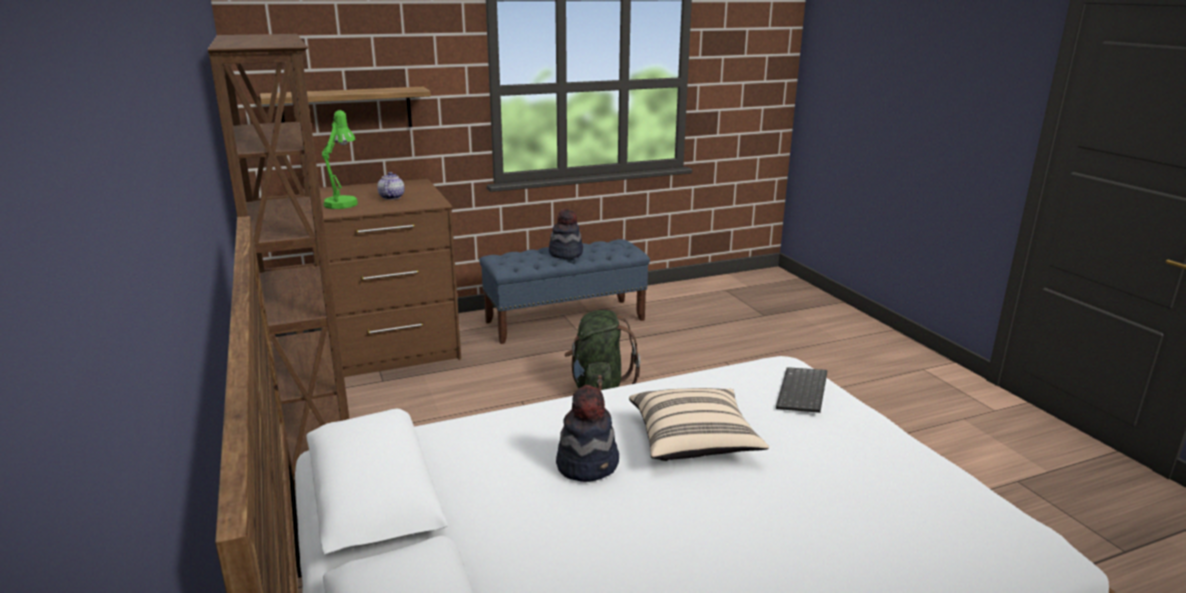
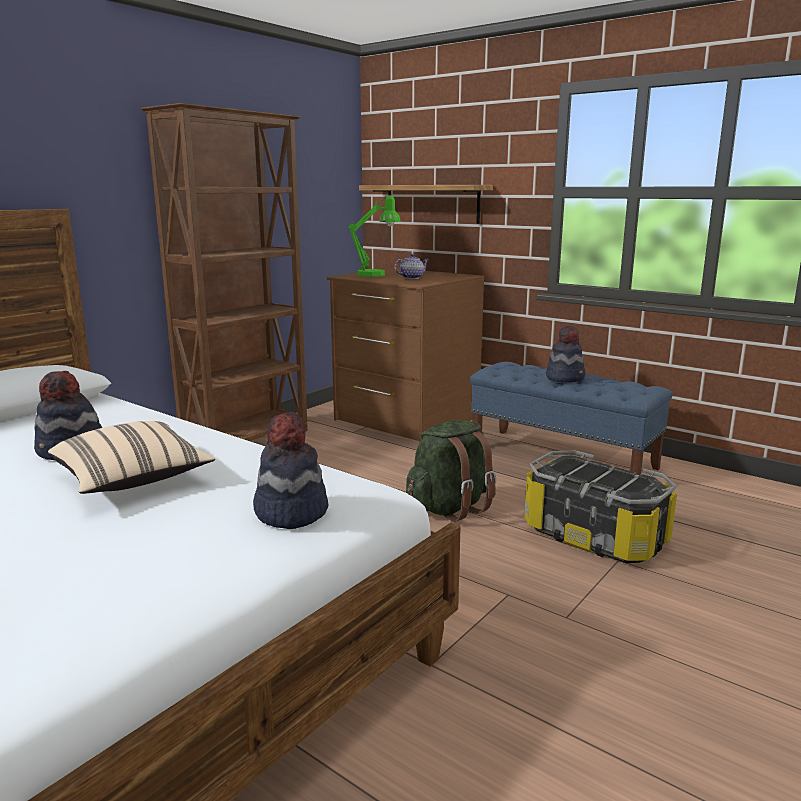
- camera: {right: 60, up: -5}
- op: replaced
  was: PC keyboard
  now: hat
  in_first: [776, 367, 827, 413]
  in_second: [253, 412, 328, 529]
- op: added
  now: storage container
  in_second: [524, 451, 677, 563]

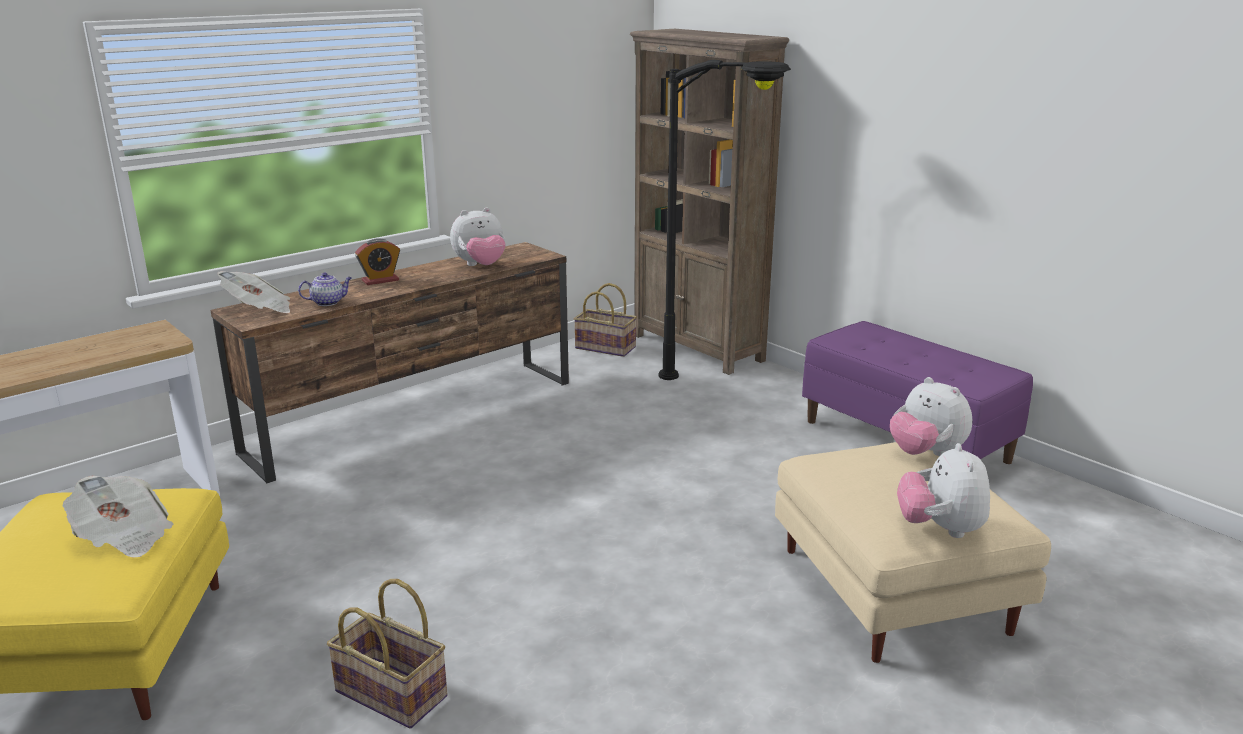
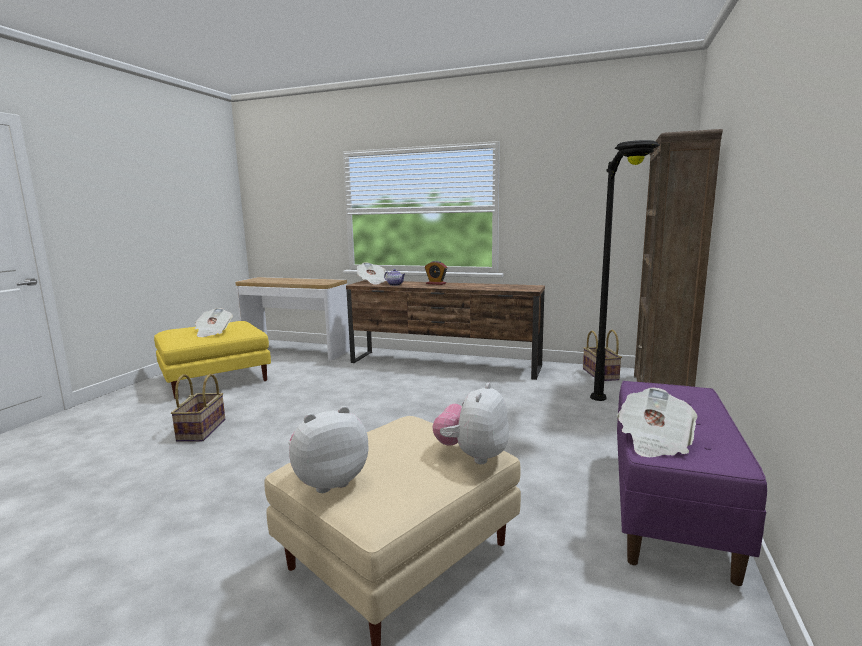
- camera: {right: 60, up: -10}
- op: added
  now: printed paper
  in_second: [617, 388, 698, 457]
- op: removed
  was: cuddly toy
  in_first: [450, 208, 506, 266]

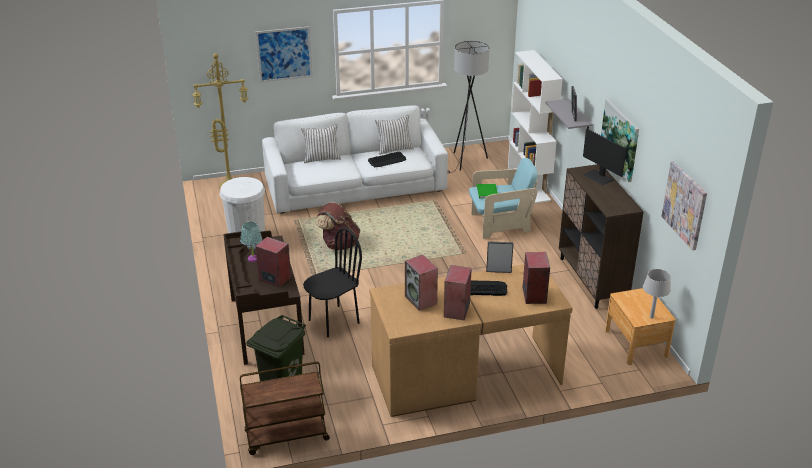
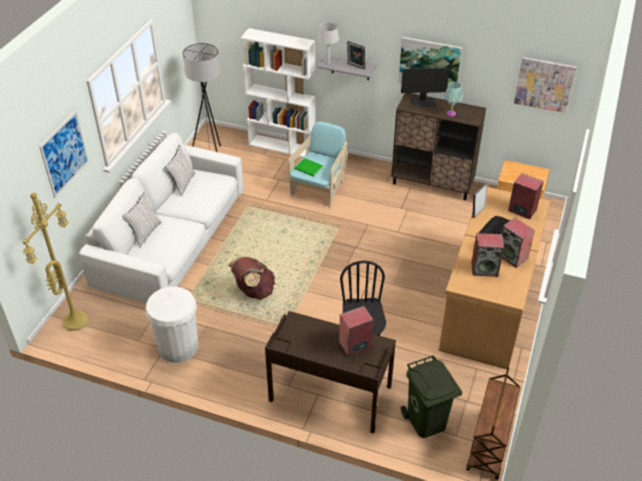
- camera: {right: -55, up: 10}
- op: moved
  was: tabletop lamp/gray
  in_first: [643, 269, 671, 319]
  in_second: [318, 22, 339, 64]
- op: moved
  was: tabletop lamp/turquoise-coloured
  in_first: [240, 221, 262, 262]
  in_second: [444, 82, 463, 116]
- op: removed
  was: PC keyboard
  in_first: [368, 152, 406, 167]

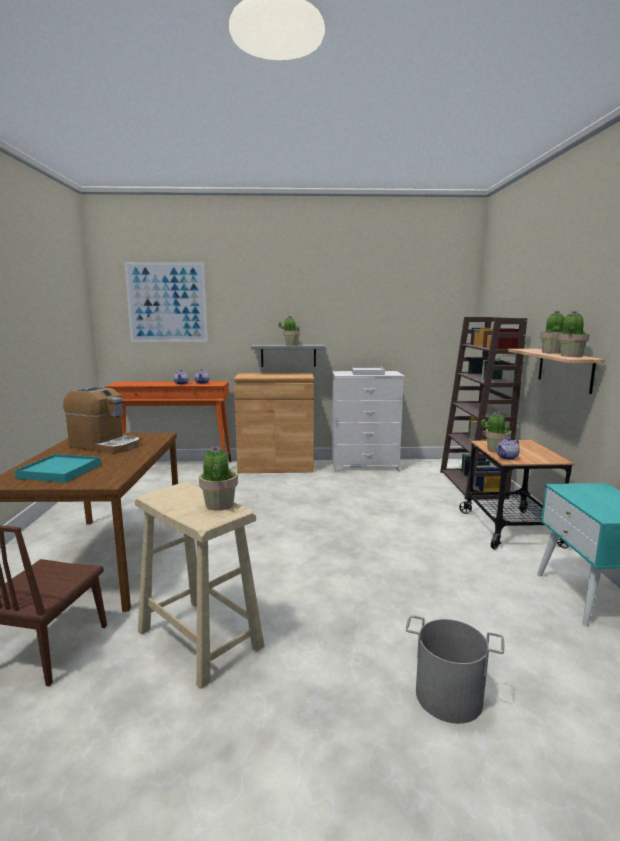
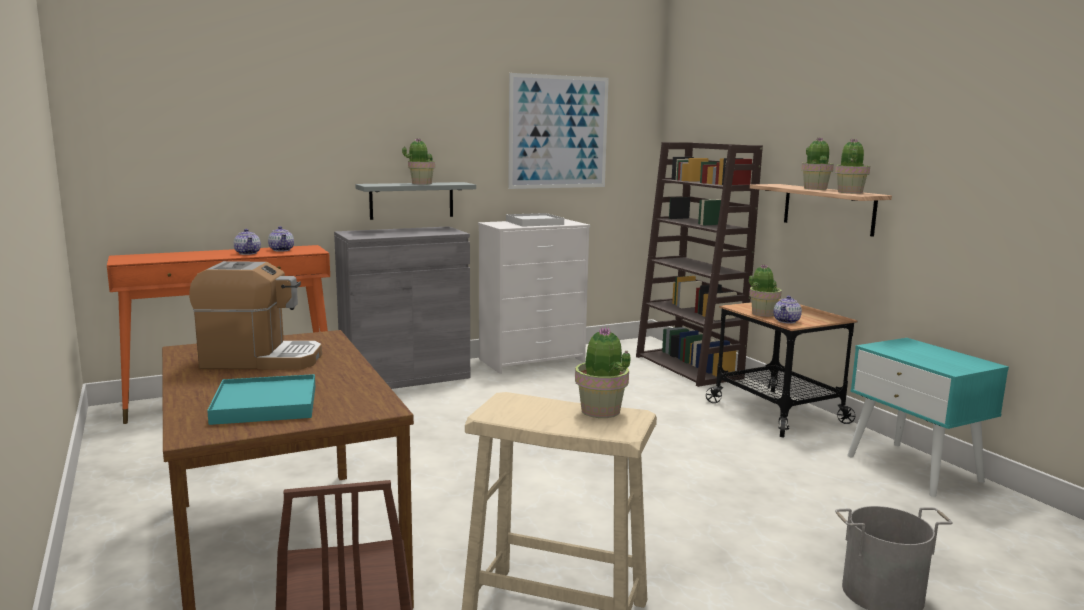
- camera: {right: -25, up: 0}
- op: recoloured
  was: storage cabinet/brownish
  now: storage cabinet/gray
  in_first: [234, 373, 314, 473]
  in_second: [334, 226, 470, 389]
- op: moved
  was: picture
  in_first: [124, 262, 208, 342]
  in_second: [508, 73, 609, 189]

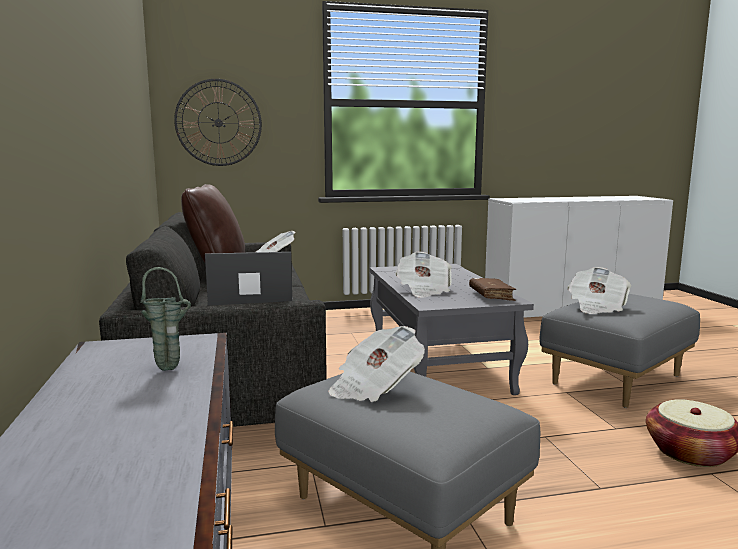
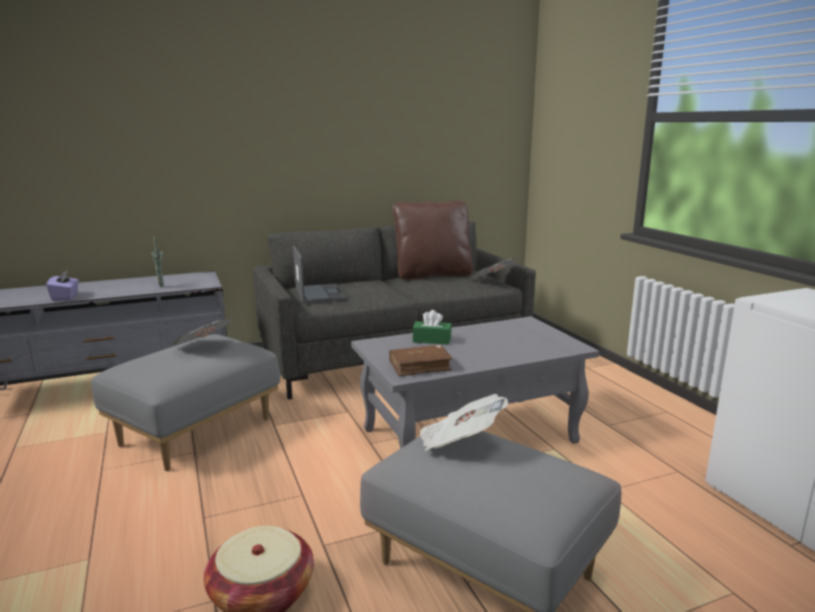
- camera: {right: 80, up: 5}
- op: added
  now: tissue box/purple-coloured
  in_second: [46, 270, 79, 301]
- op: replaced
  was: printed paper
  now: tissue box/greenish
  in_first: [396, 252, 452, 297]
  in_second: [412, 310, 452, 345]
- op: removed
  was: wall clock
  in_first: [174, 79, 262, 166]

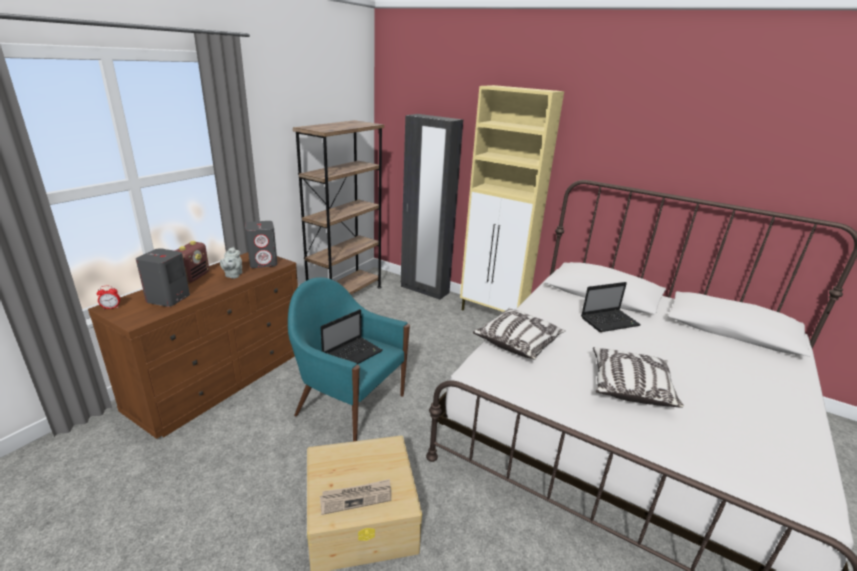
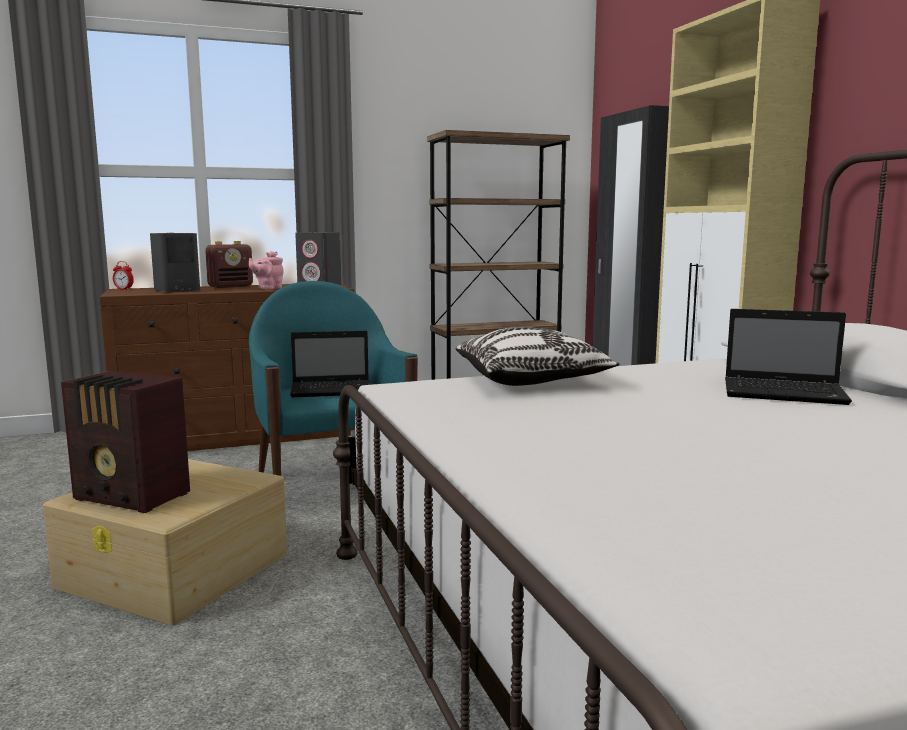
- camera: {right: 40, up: -15}
- op: replaced
  was: printed paper
  now: radio set
  in_first: [320, 479, 391, 515]
  in_second: [61, 371, 190, 513]
- op: recoloured
  was: tea pot/gray
  now: tea pot/pinkish
  in_first: [220, 247, 242, 279]
  in_second: [249, 251, 284, 289]
- op: removed
  was: throw pillow
  in_first: [593, 347, 684, 408]

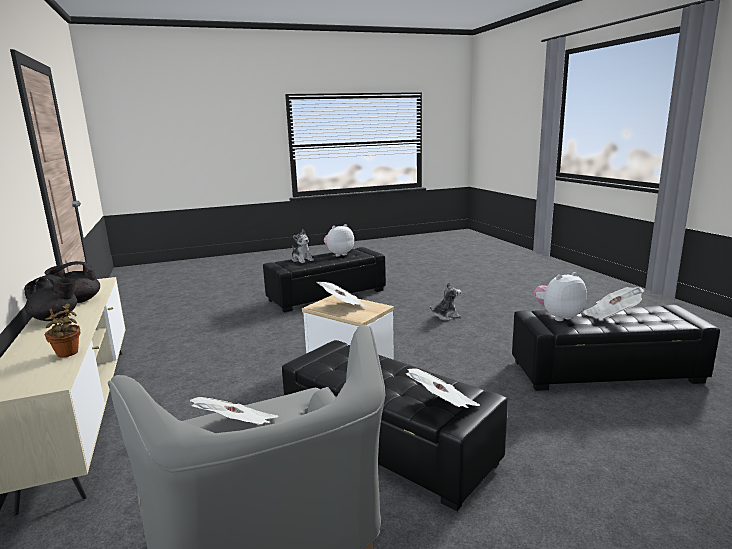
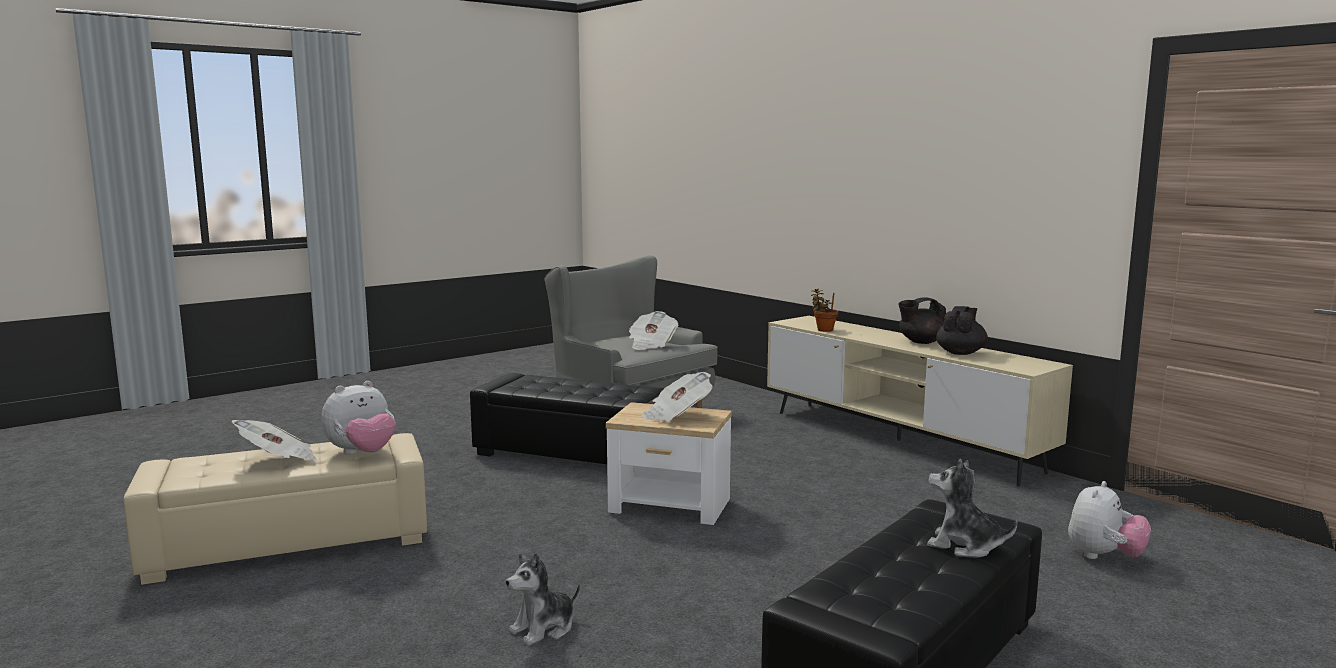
- camera: {right: 160, up: -5}
- op: recoloured
  was: pouffe/blackish
  now: pouffe/beige
  in_first: [512, 305, 720, 391]
  in_second: [123, 433, 427, 585]
- op: moved
  was: cuddly toy
  in_first: [324, 224, 354, 257]
  in_second: [1068, 481, 1151, 559]
- op: removed
  was: printed paper
  in_first: [405, 368, 480, 408]

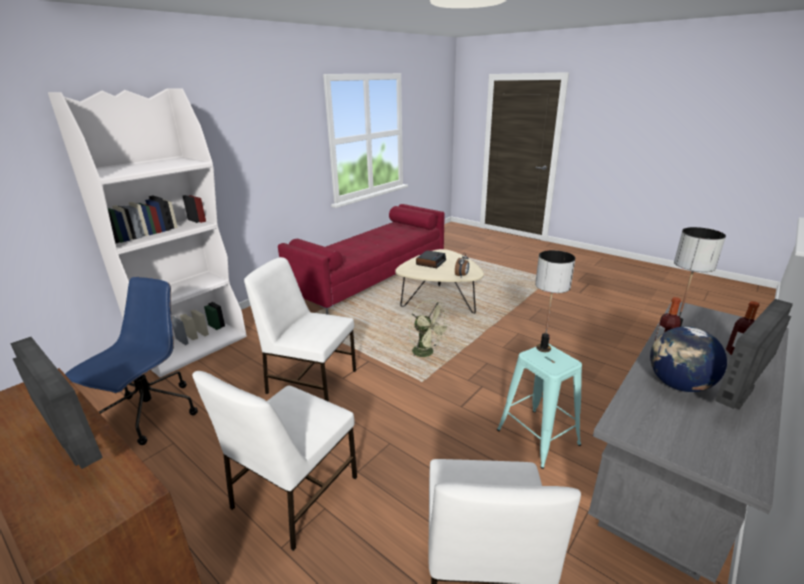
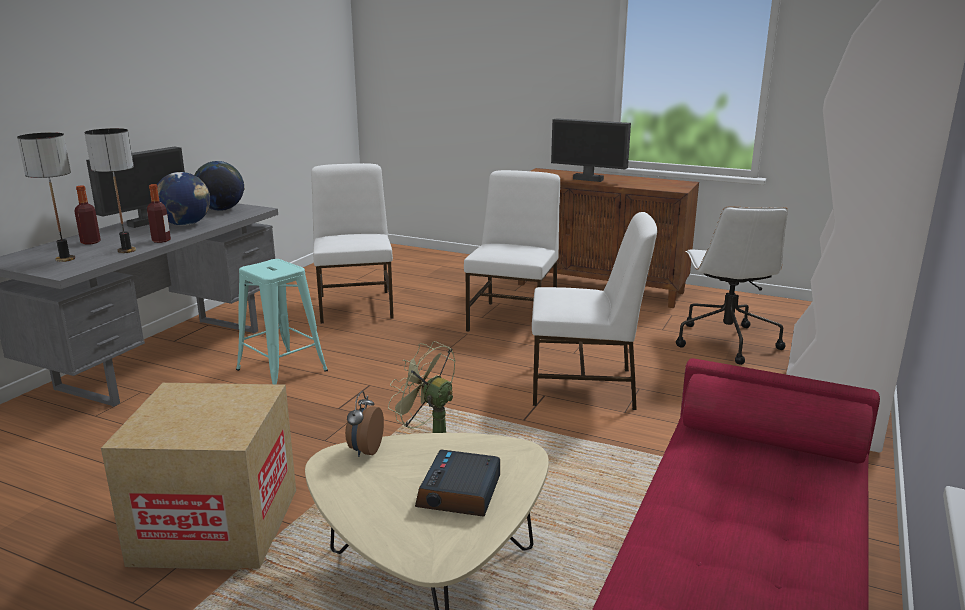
- camera: {right: 165, up: -5}
- op: moved
  was: tabletop lamp
  in_first: [535, 250, 575, 352]
  in_second: [17, 132, 75, 262]
- op: added
  now: carton
  in_second: [101, 383, 296, 570]
- op: added
  now: world globe
  in_second: [194, 161, 244, 211]
- op: recoloured
  was: desk chair/blue
  now: desk chair/white-coloured
  in_first: [65, 277, 198, 445]
  in_second: [676, 207, 788, 365]

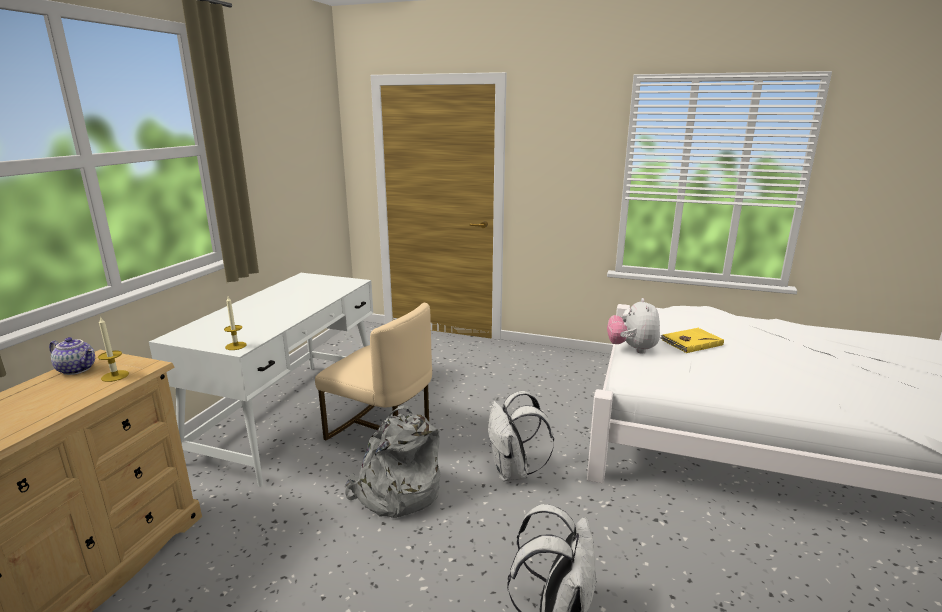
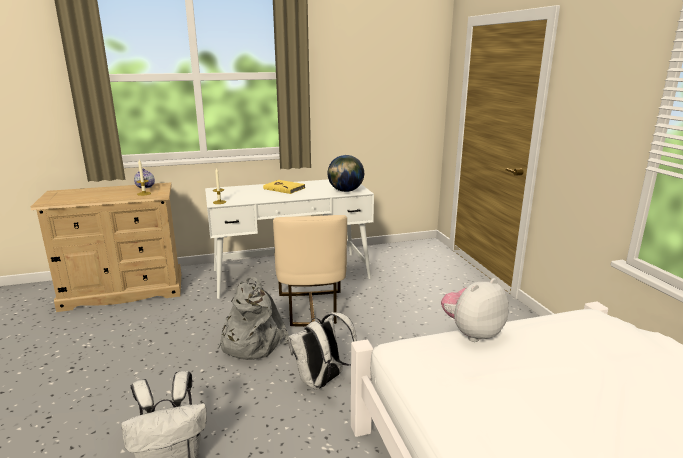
- camera: {right: 55, up: 0}
- op: moved
  was: bound book/yellow-coloured
  in_first: [660, 328, 724, 353]
  in_second: [263, 180, 305, 194]
- op: added
  now: world globe
  in_second: [328, 155, 364, 192]

